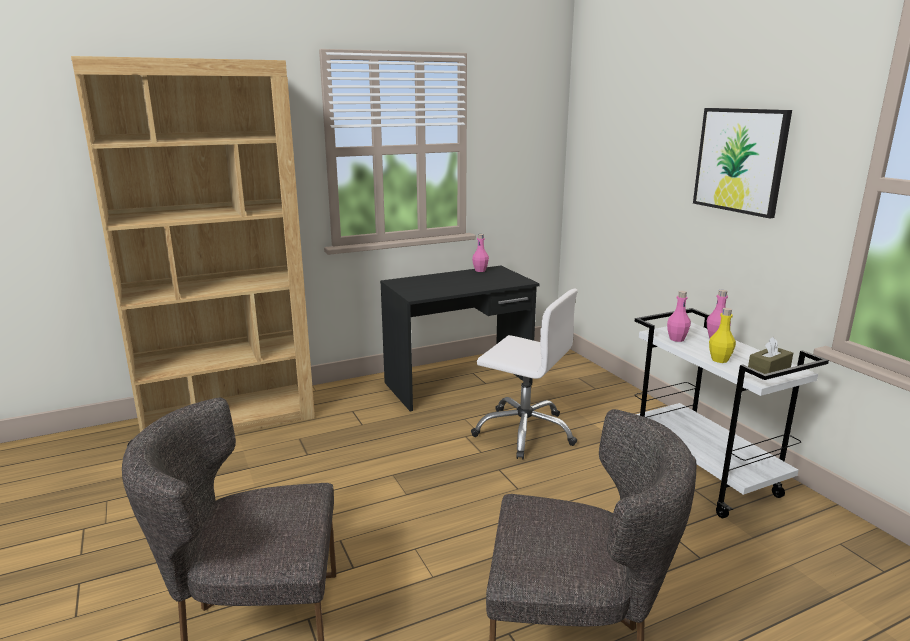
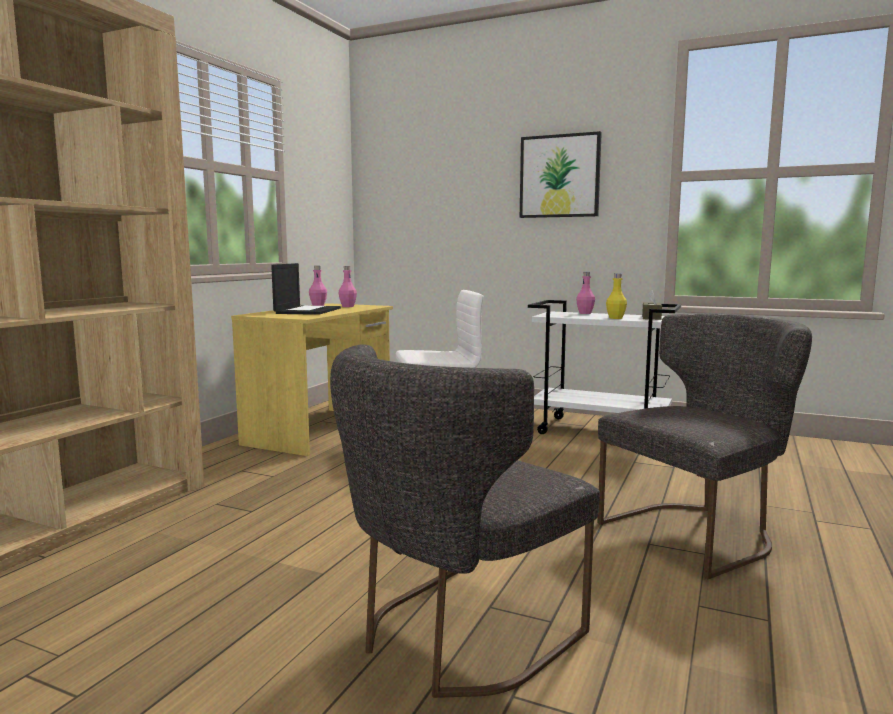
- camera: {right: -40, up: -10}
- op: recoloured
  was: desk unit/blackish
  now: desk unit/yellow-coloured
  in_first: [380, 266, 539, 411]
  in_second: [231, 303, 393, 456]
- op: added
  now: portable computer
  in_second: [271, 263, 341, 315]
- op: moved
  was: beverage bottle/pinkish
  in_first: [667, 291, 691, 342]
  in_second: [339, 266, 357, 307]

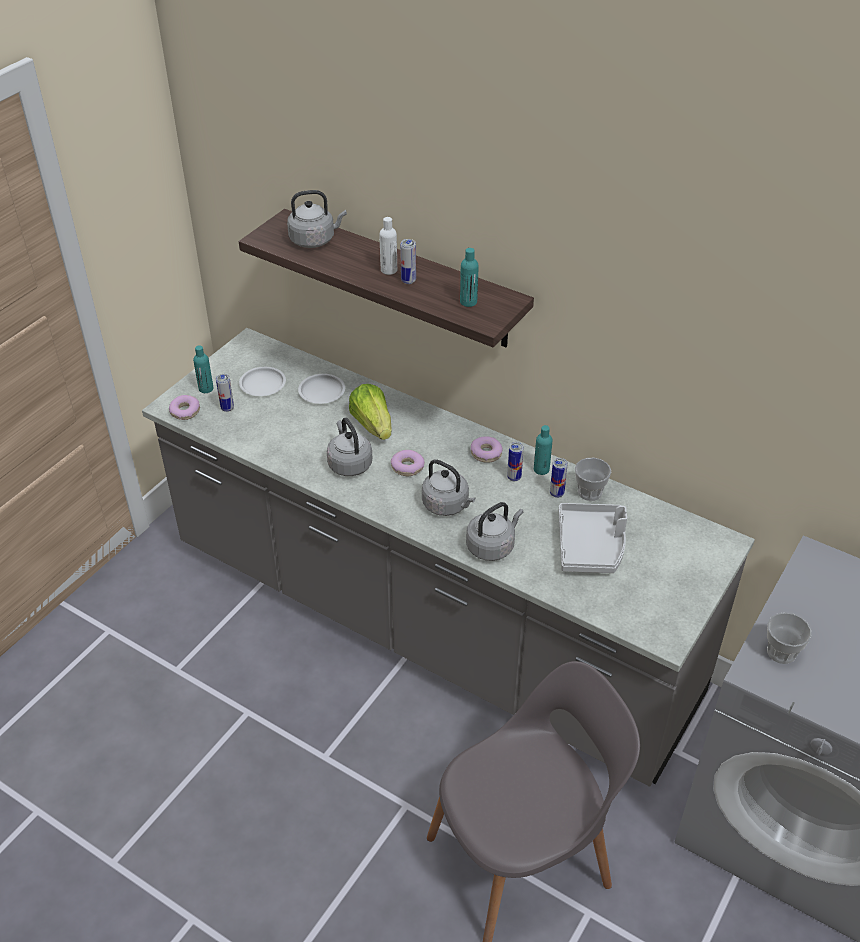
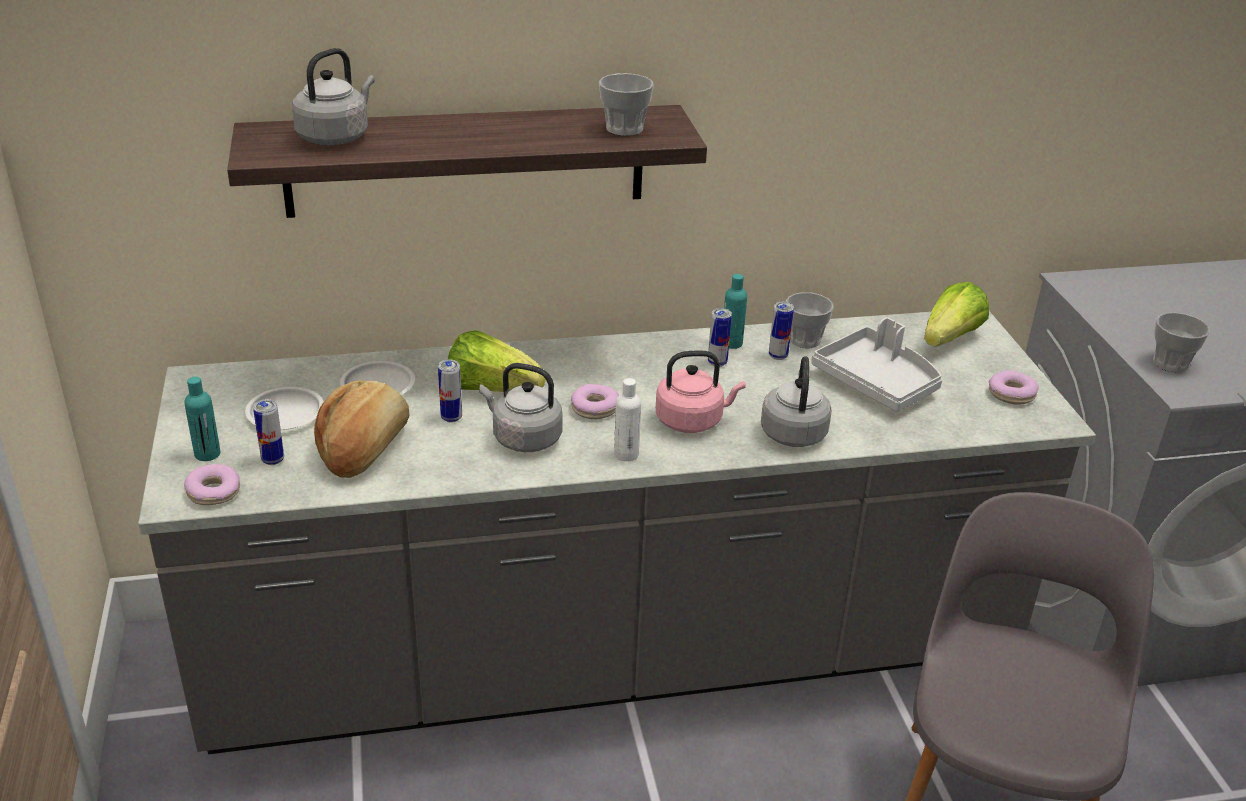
- camera: {right: -45, up: -10}
- op: added
  now: bakery bread
  in_second: [314, 380, 409, 478]
- op: moved
  was: can
  in_first: [400, 239, 416, 284]
  in_second: [438, 360, 462, 423]
- op: replaced
  was: beverage bottle/turquoise-coloured
  now: cup
  in_first: [460, 248, 478, 307]
  in_second: [599, 73, 654, 136]
- op: moved
  was: beverage bottle/white-coloured
  in_first: [379, 217, 397, 275]
  in_second: [614, 378, 641, 461]
- op: recoloured
  was: kettle/gray
  now: kettle/pinkish
  in_first: [422, 459, 475, 516]
  in_second: [656, 351, 746, 433]
- op: added
  now: head of lettuce
  in_second: [924, 282, 989, 347]
- op: moved
  was: ring doughnut
  in_first: [471, 436, 503, 463]
  in_second: [989, 371, 1039, 405]

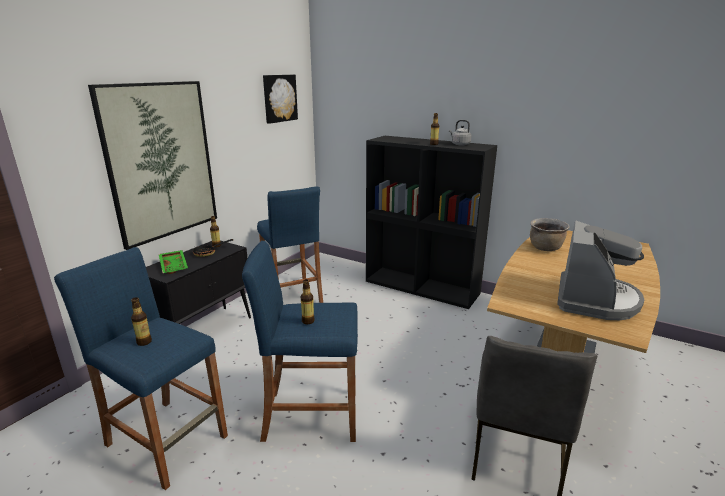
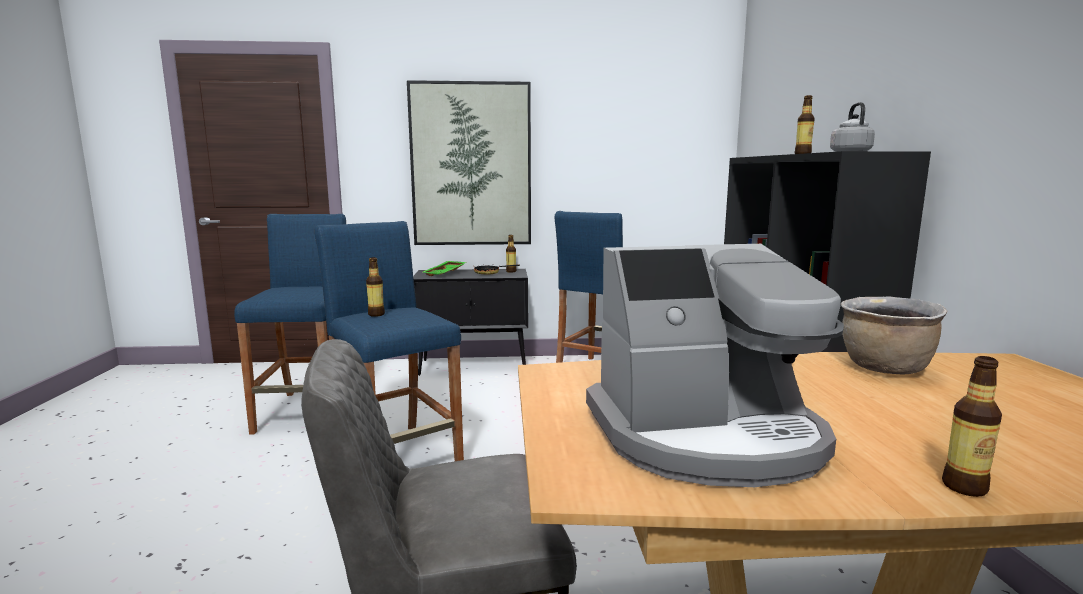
- camera: {right: 55, up: -10}
- op: moved
  was: beverage bottle
  in_first: [131, 297, 152, 346]
  in_second: [942, 356, 1002, 497]
- op: removed
  was: picture
  in_first: [263, 75, 298, 124]

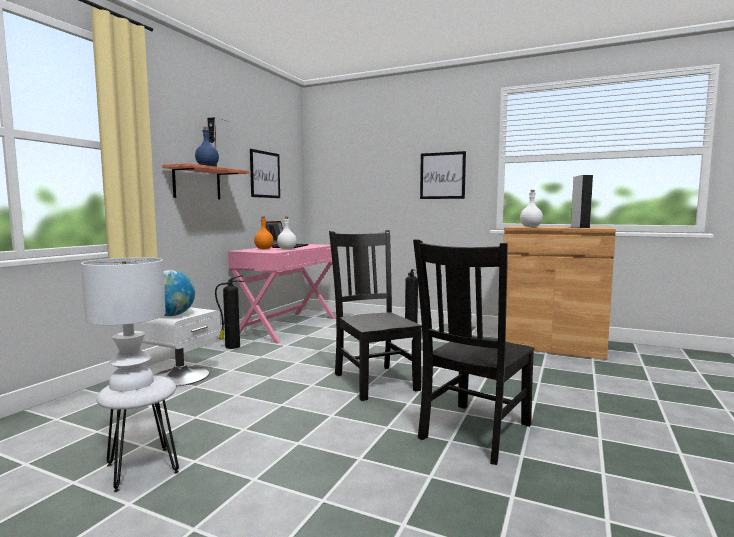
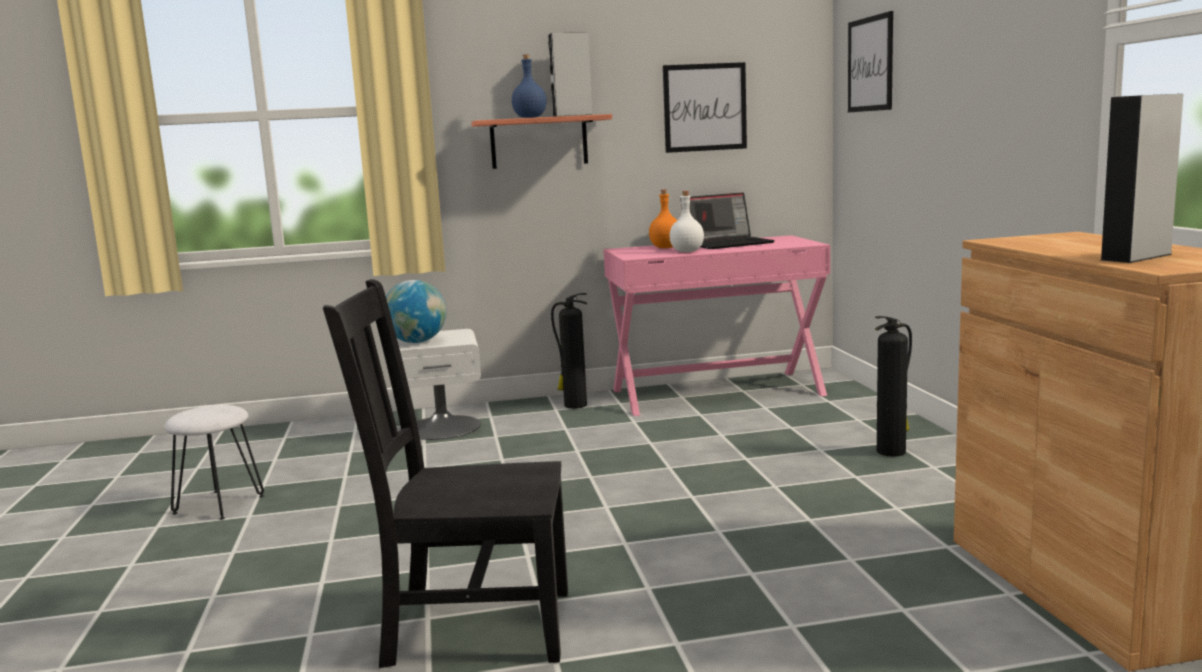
- camera: {right: 55, up: 5}
- op: moved
  was: picture
  in_first: [420, 151, 466, 199]
  in_second: [848, 11, 893, 112]
- op: removed
  was: tabletop lamp/white-coloured
  in_first: [81, 257, 166, 391]
- op: removed
  was: chair/blackish
  in_first: [329, 230, 422, 401]
- op: removed
  was: beverage bottle/white-coloured
  in_first: [520, 190, 543, 227]

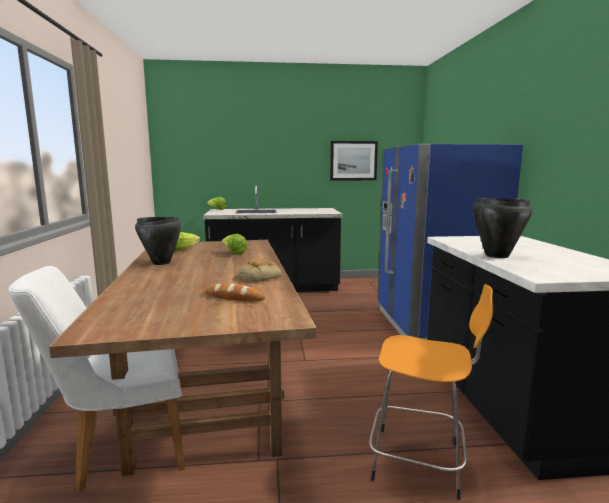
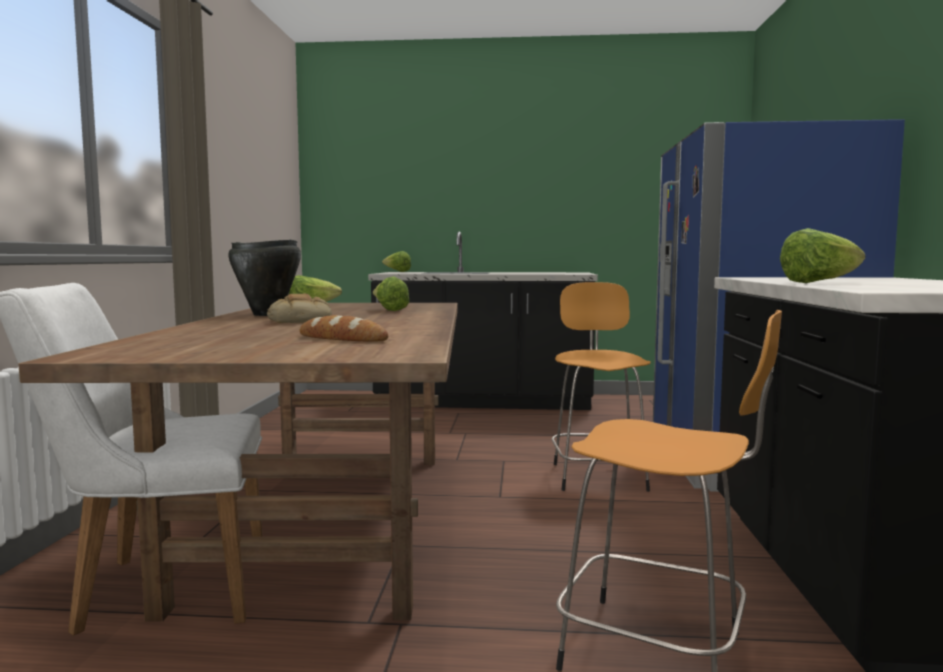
- camera: {right: 10, up: -5}
- op: moved
  was: bakery bread
  in_first: [238, 259, 282, 282]
  in_second: [267, 294, 332, 323]
- op: added
  now: sitting stool/orange-coloured
  in_second: [551, 282, 651, 492]
- op: replaced
  was: stockpot/blackish
  now: head of lettuce
  in_first: [473, 198, 532, 258]
  in_second: [780, 228, 865, 283]
- op: removed
  was: picture
  in_first: [330, 141, 378, 180]

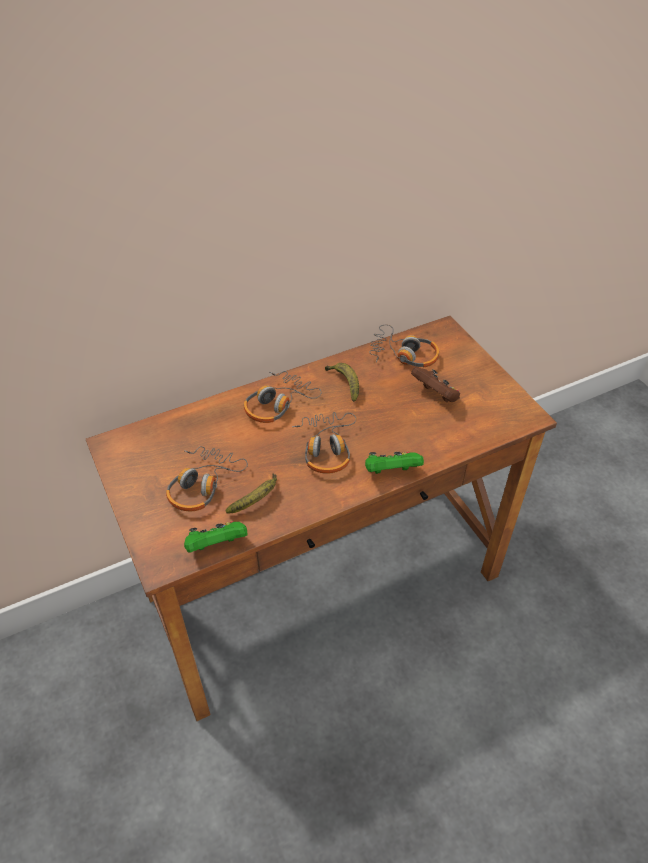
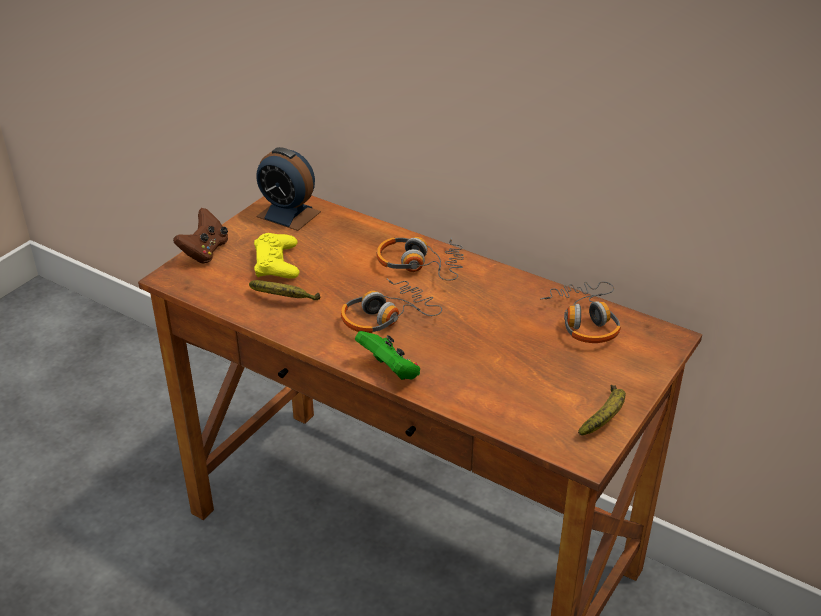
- camera: {right: 60, up: -10}
- op: moved
  was: game controller/brownish
  in_first: [411, 367, 460, 403]
  in_second: [173, 208, 228, 264]
- op: replaced
  was: headphones
  now: game controller/yellow-coloured
  in_first: [166, 446, 248, 511]
  in_second: [254, 233, 300, 279]
- op: added
  now: alarm clock
  in_second: [256, 147, 321, 231]
- op: moved
  was: whole banana
  in_first: [325, 363, 359, 402]
  in_second: [578, 385, 626, 435]
- op: removed
  was: game controller/greenish
  in_first: [184, 521, 247, 553]

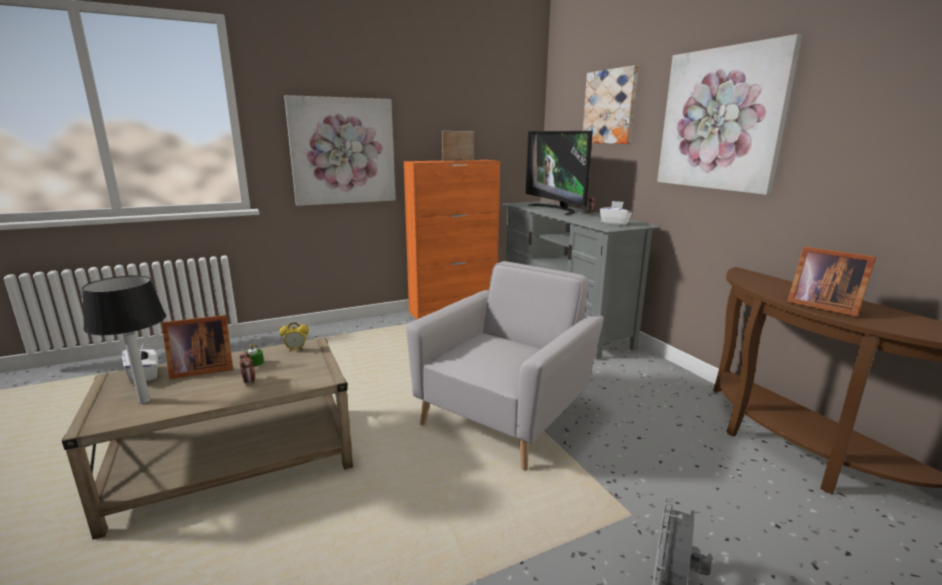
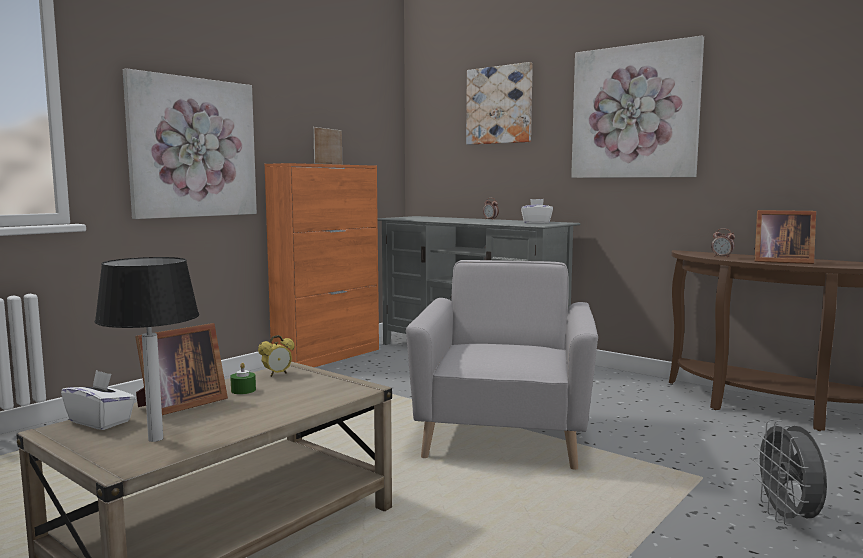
- camera: {right: -25, up: -10}
- op: moved
  was: alarm clock
  in_first: [239, 350, 255, 387]
  in_second: [711, 228, 735, 258]
- op: removed
  was: TV set
  in_first: [526, 131, 593, 215]

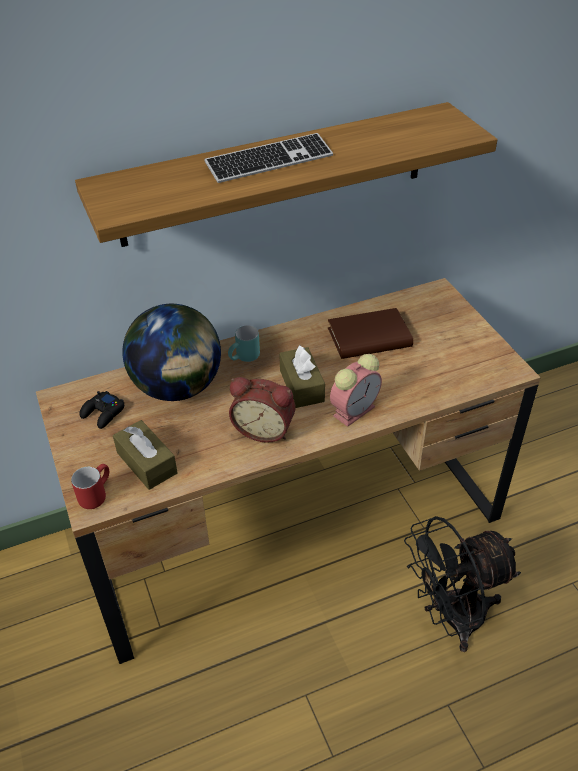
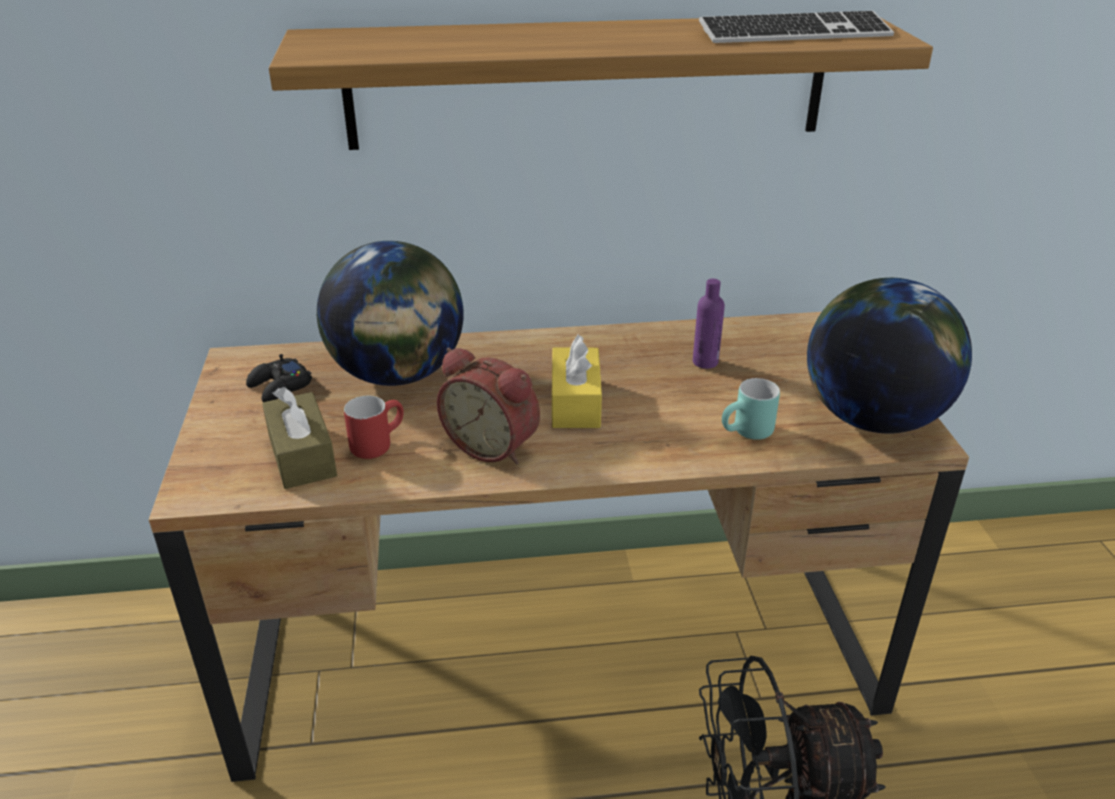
- camera: {right: 15, up: -10}
- op: moved
  was: mug/red-coloured
  in_first: [71, 464, 109, 509]
  in_second: [344, 396, 404, 459]
- op: recoloured
  was: tissue box/brownish
  now: tissue box/yellow-coloured
  in_first: [279, 345, 325, 408]
  in_second: [552, 335, 602, 428]
- op: replaced
  was: bound book/brownish
  now: beverage bottle/purple-coloured
  in_first: [328, 308, 413, 359]
  in_second: [693, 279, 725, 369]
- op: moved
  was: PC keyboard
  in_first: [204, 133, 333, 183]
  in_second: [699, 11, 894, 43]
- op: moved
  was: mug/turquoise-coloured
  in_first: [228, 325, 260, 362]
  in_second: [722, 378, 780, 440]
- op: added
  now: world globe
  in_second: [807, 278, 972, 434]
- op: removed
  was: alarm clock
  in_first: [330, 354, 382, 427]

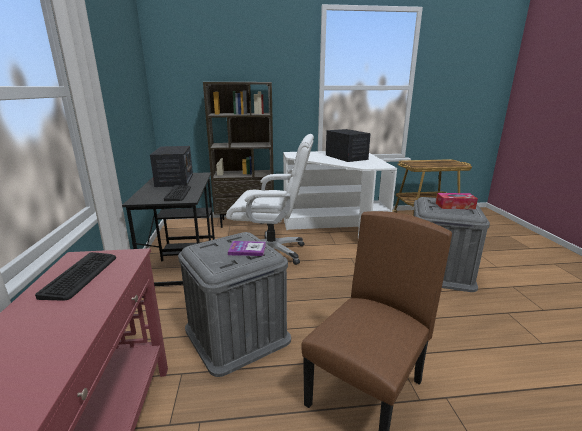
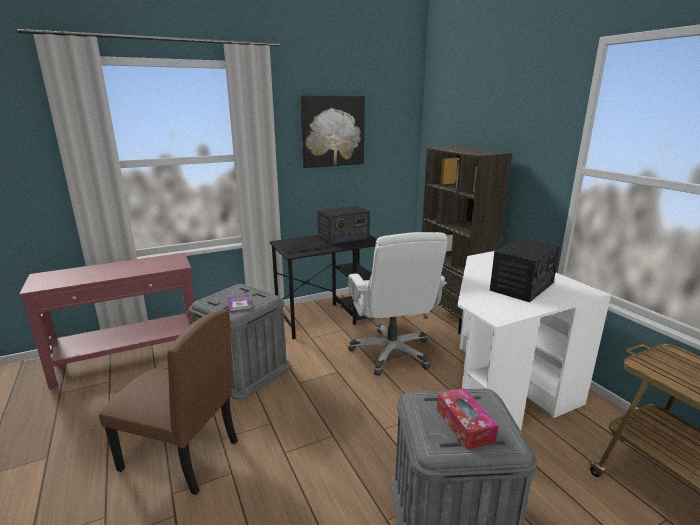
- camera: {right: 70, up: 0}
- op: added
  now: picture
  in_second: [300, 96, 365, 168]
- op: removed
  was: PC keyboard
  in_first: [35, 252, 116, 301]

